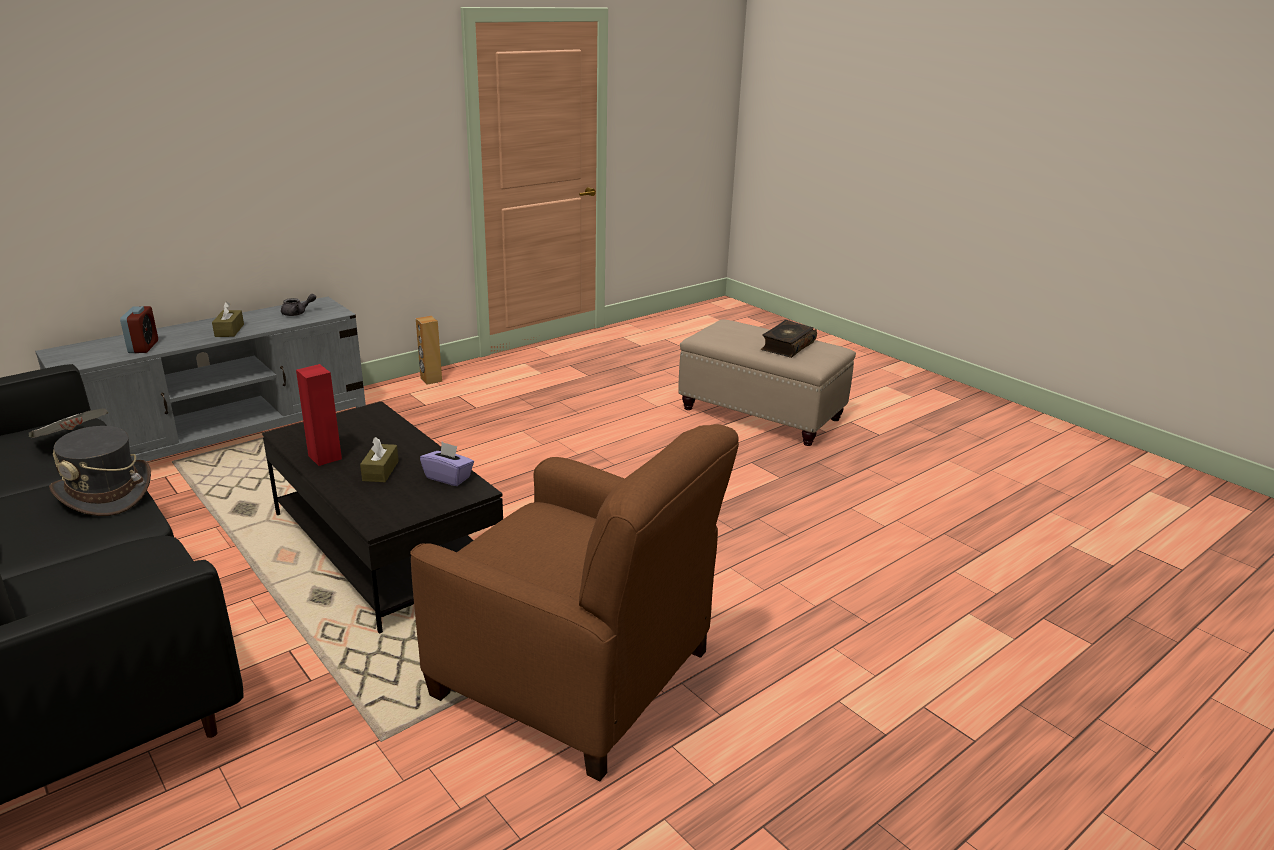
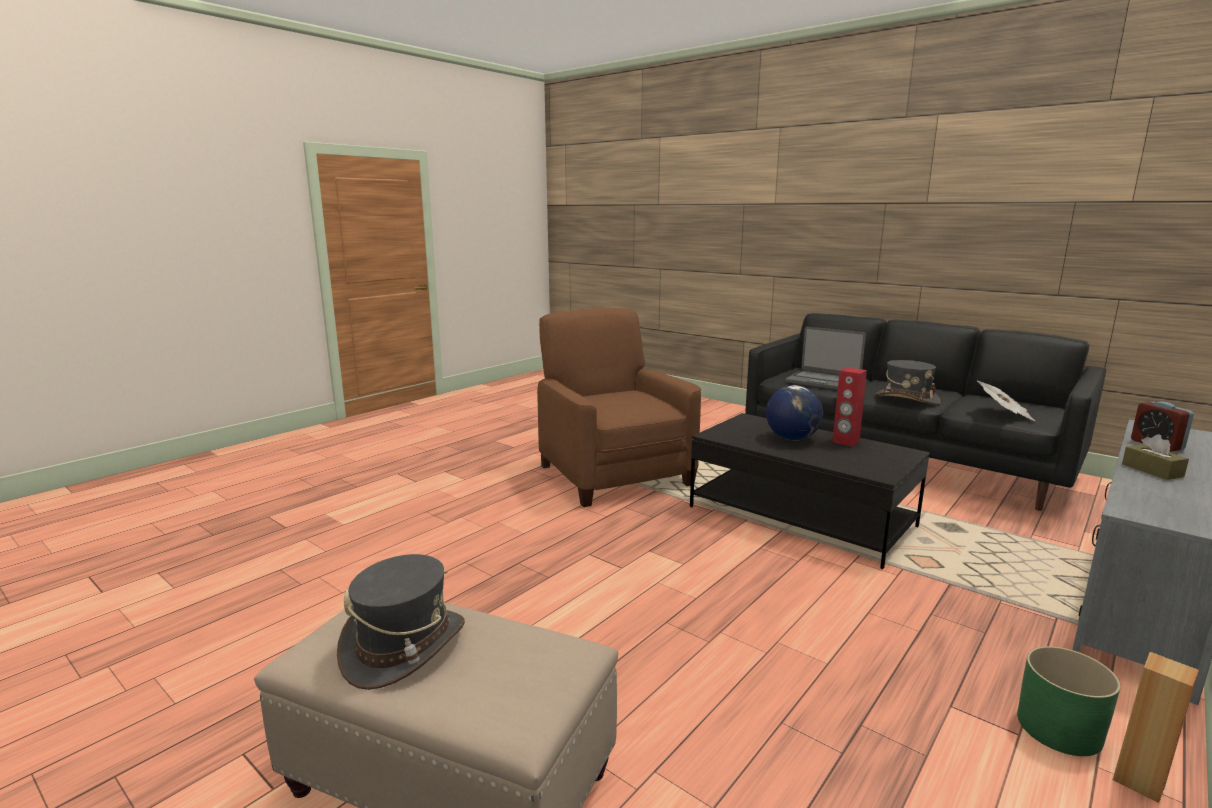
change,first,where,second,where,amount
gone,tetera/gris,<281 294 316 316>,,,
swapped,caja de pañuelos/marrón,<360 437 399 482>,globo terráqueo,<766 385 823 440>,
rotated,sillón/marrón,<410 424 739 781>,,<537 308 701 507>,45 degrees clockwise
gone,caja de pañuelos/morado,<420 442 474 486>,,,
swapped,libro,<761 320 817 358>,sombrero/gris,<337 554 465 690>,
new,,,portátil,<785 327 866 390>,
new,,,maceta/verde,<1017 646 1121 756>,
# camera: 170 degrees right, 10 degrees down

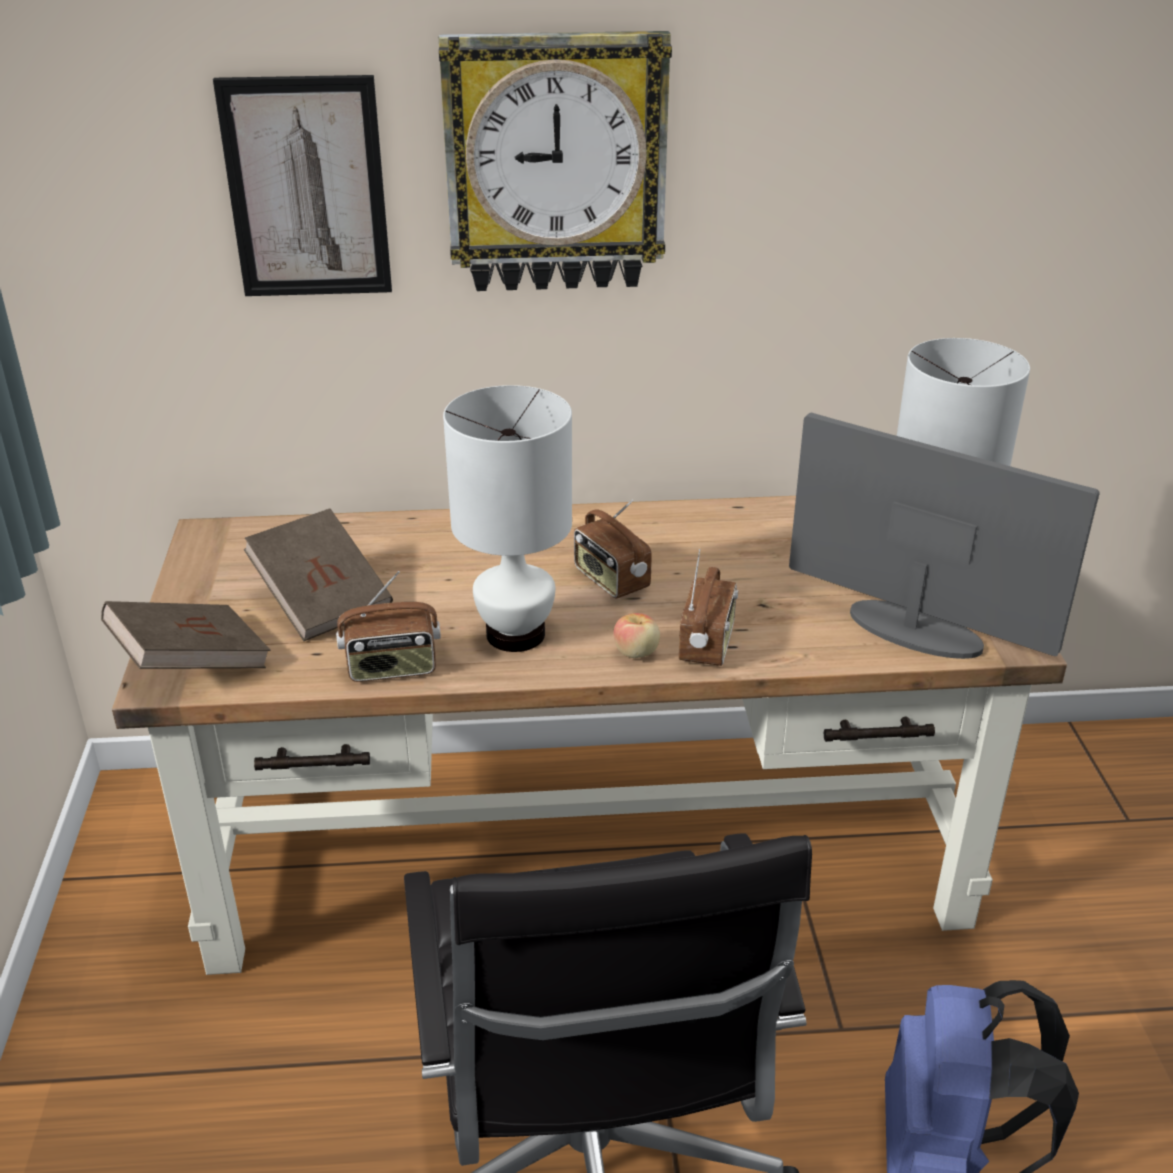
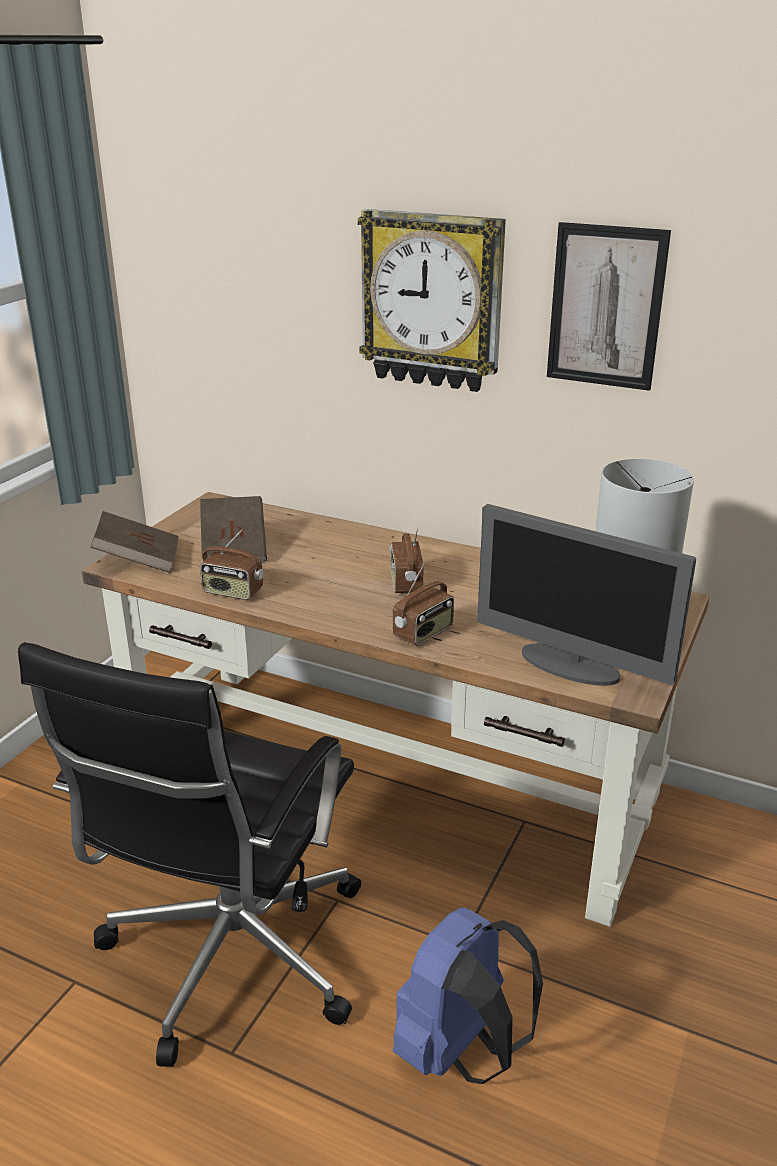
change,first,where,second,where,amount
shifted,cuadro,<213 75 392 296>,,<547 222 671 391>,
gone,lámpara de mesa/blanco,<443 385 572 652>,,,
gone,manzana,<613 613 660 658>,,,
rotated,monitor,<789 413 1100 659>,,<477 504 696 686>,150 degrees clockwise
# camera: 30 degrees right, 5 degrees down

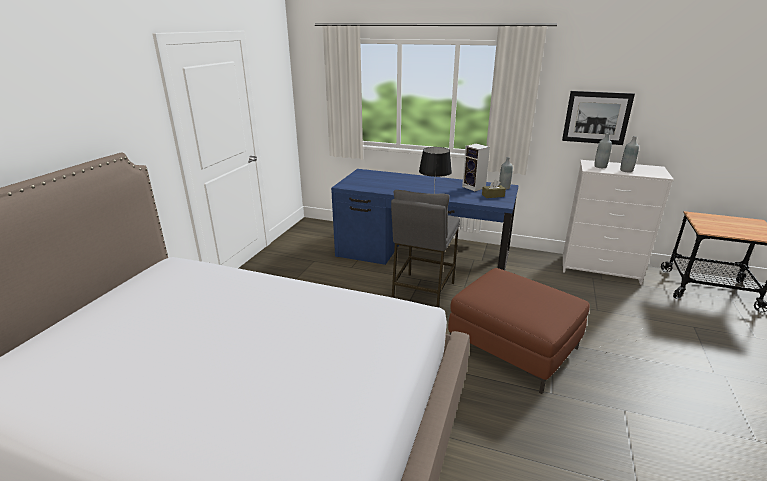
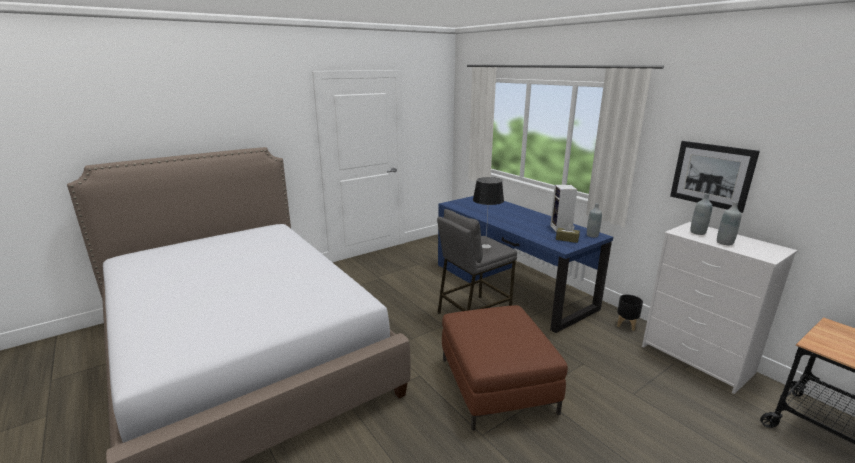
change,first,where,second,where,amount
new,,,maceta/negro,<617 294 643 331>,
# camera: 35 degrees right, 5 degrees down

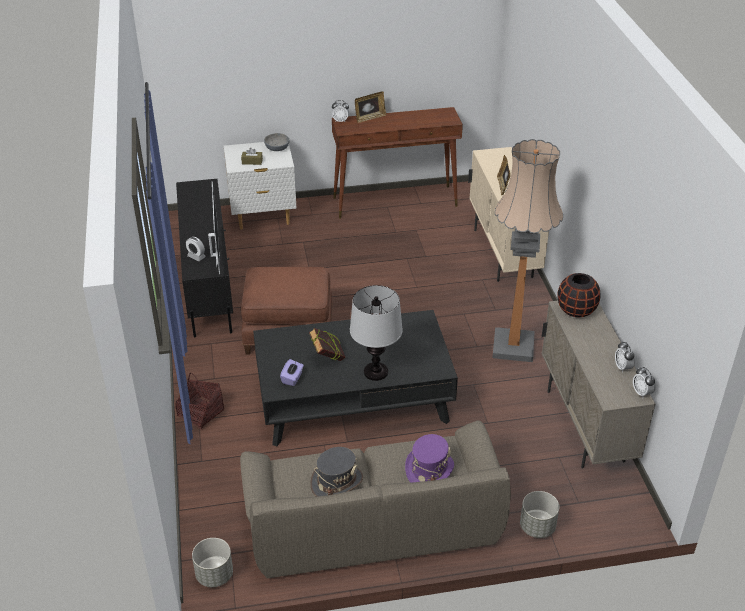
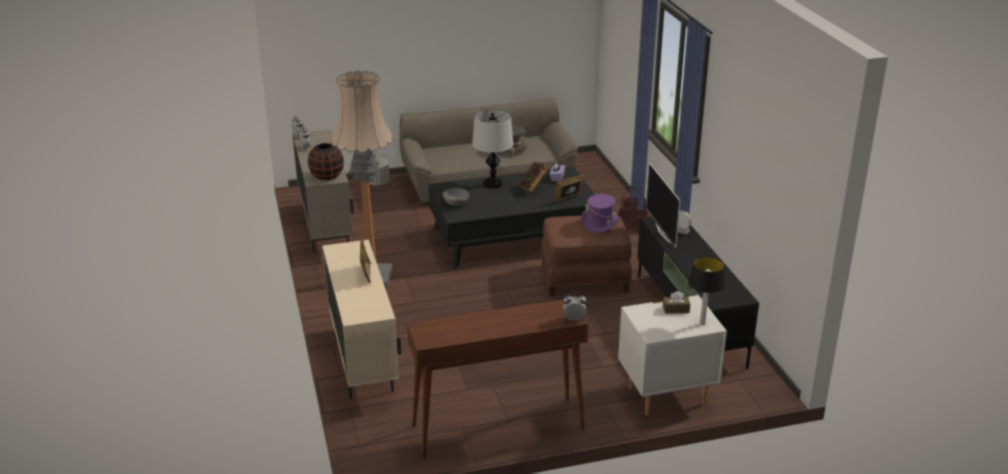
change,first,where,second,where,amount
gone,maceta/gris,<192 538 233 587>,,,
shifted,cuenco/gris,<264 133 289 151>,,<443 188 469 206>,
shifted,portarretratos,<355 91 386 123>,,<553 173 584 202>,
shifted,sombrero/morado,<405 434 454 483>,,<582 194 620 233>,
new,,,lámpara de mesa,<688 257 726 325>,
# camera: 175 degrees right, 10 degrees down

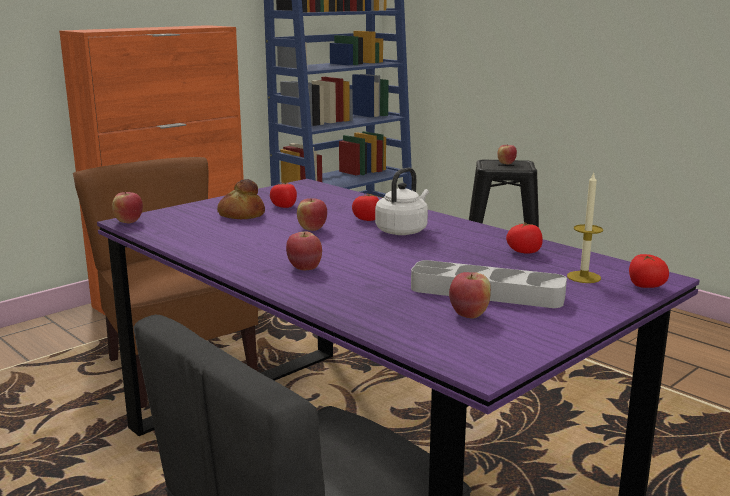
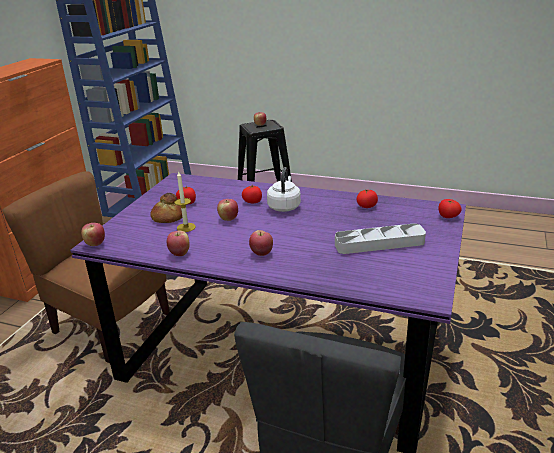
change,first,where,second,where,amount
shifted,manzana,<449 272 491 319>,,<167 231 190 256>,
shifted,vela,<567 172 603 283>,,<175 170 196 232>,
# camera: 25 degrees left, 10 degrees up

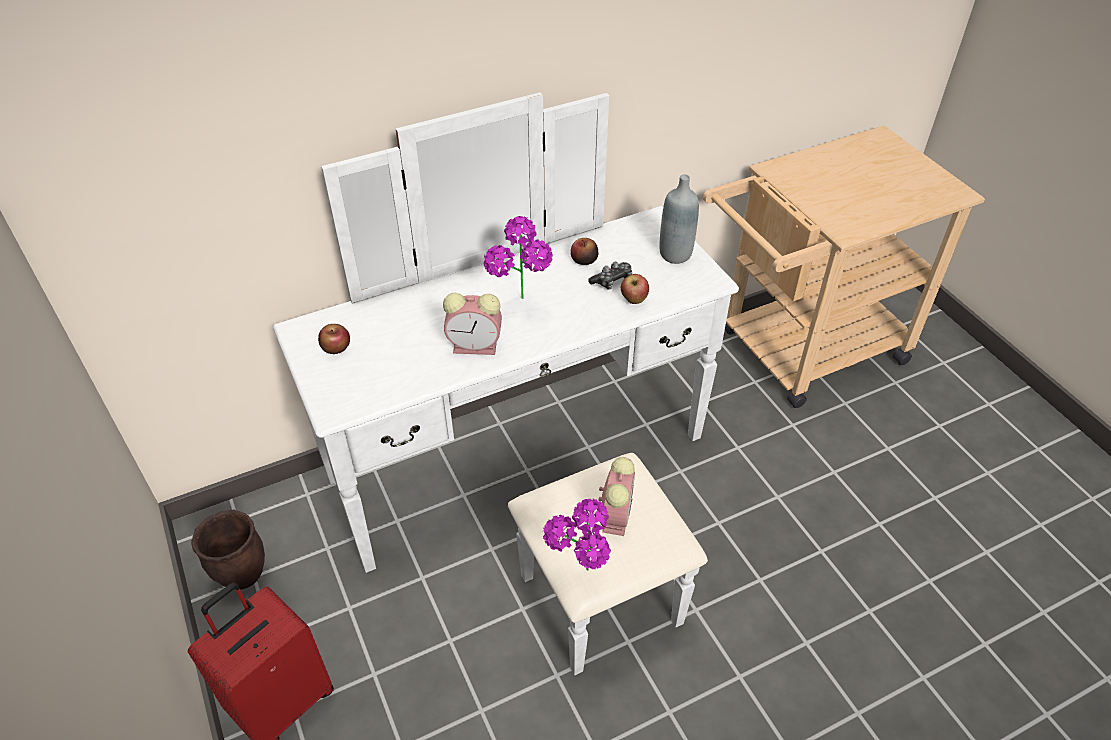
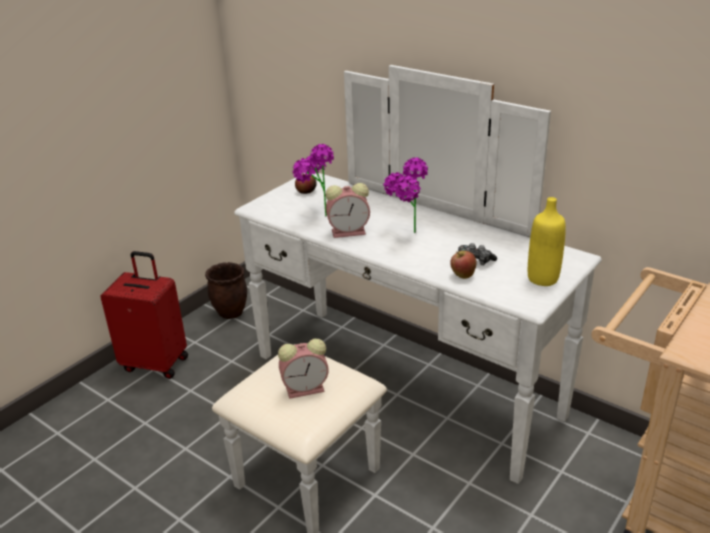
change,first,where,second,where,amount
rotated,despertador,<443 292 502 355>,,<326 183 370 238>,75 degrees counterclockwise
shifted,planta en maceta,<543 499 611 570>,,<292 144 334 217>,
gone,manzana,<571 238 598 265>,,,
repainted,botella/gris,<660 174 699 264>,botella/amarillo,<528 197 566 286>,
# camera: 65 degrees right, 15 degrees down

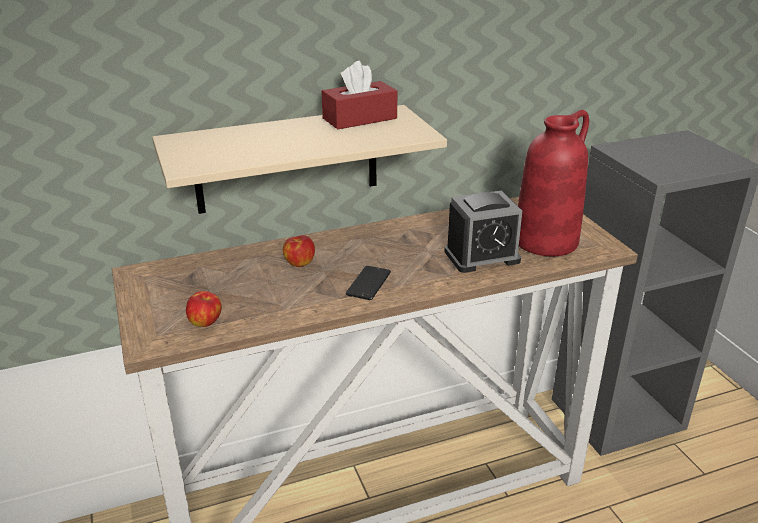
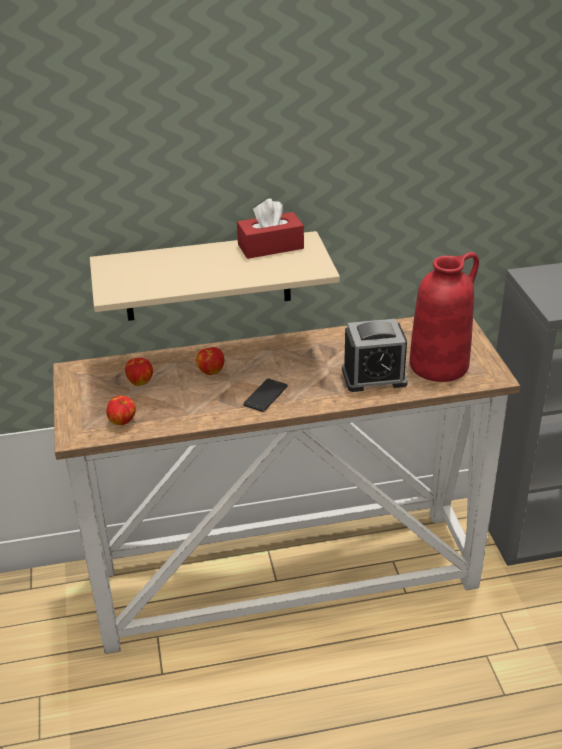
change,first,where,second,where,amount
new,,,manzana,<125 358 153 386>,
# camera: 10 degrees right, 5 degrees up

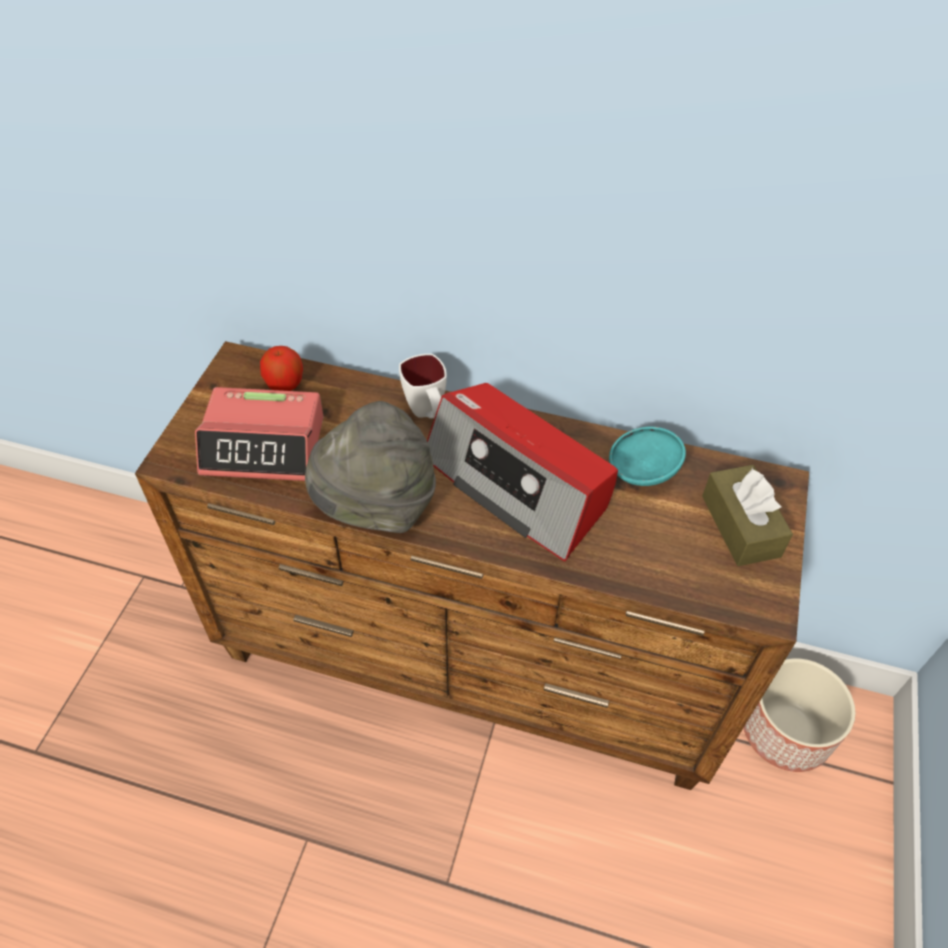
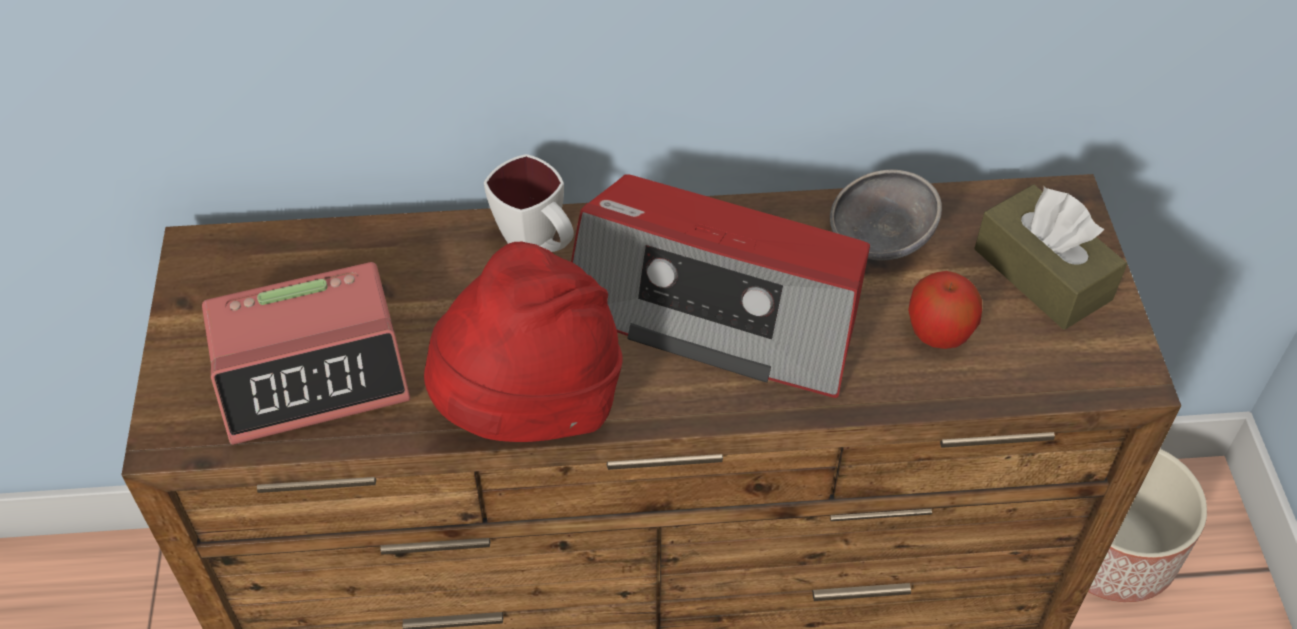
change,first,where,second,where,amount
shifted,manzana,<260 346 303 391>,,<908 271 982 349>,
repainted,sombrero/gris,<305 401 436 533>,sombrero/rojo,<424 242 623 442>,
repainted,cuenco/turquesa,<609 427 686 486>,cuenco/gris,<830 170 942 261>,
# camera: 20 degrees left, 0 degrees up

